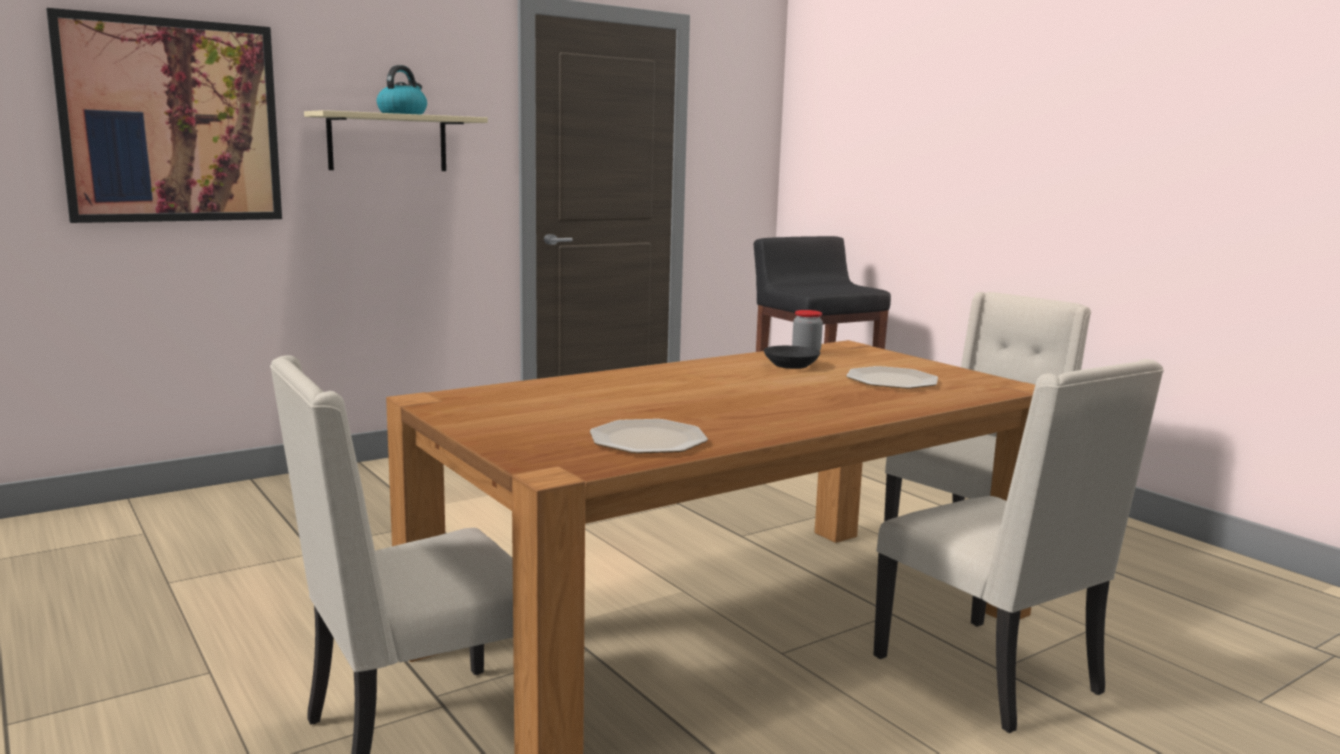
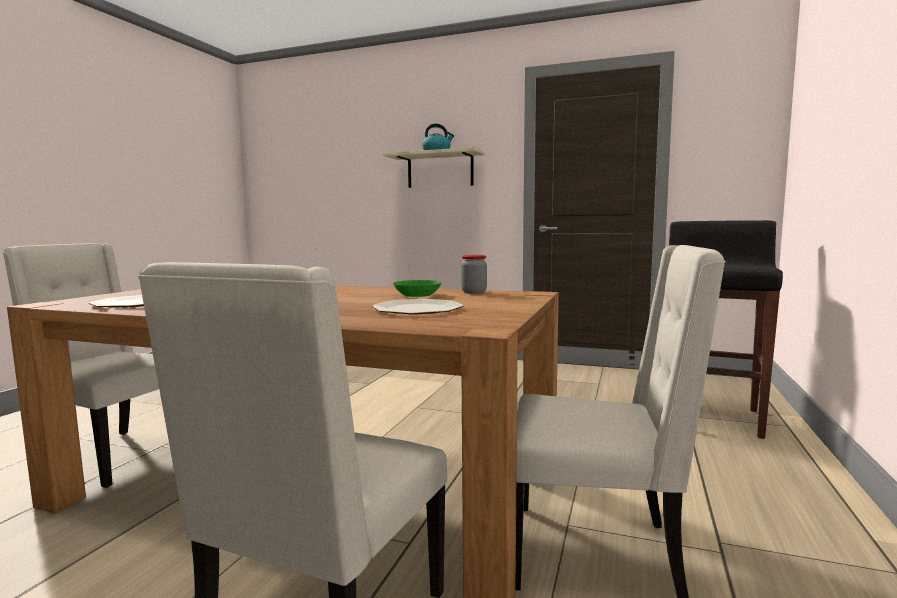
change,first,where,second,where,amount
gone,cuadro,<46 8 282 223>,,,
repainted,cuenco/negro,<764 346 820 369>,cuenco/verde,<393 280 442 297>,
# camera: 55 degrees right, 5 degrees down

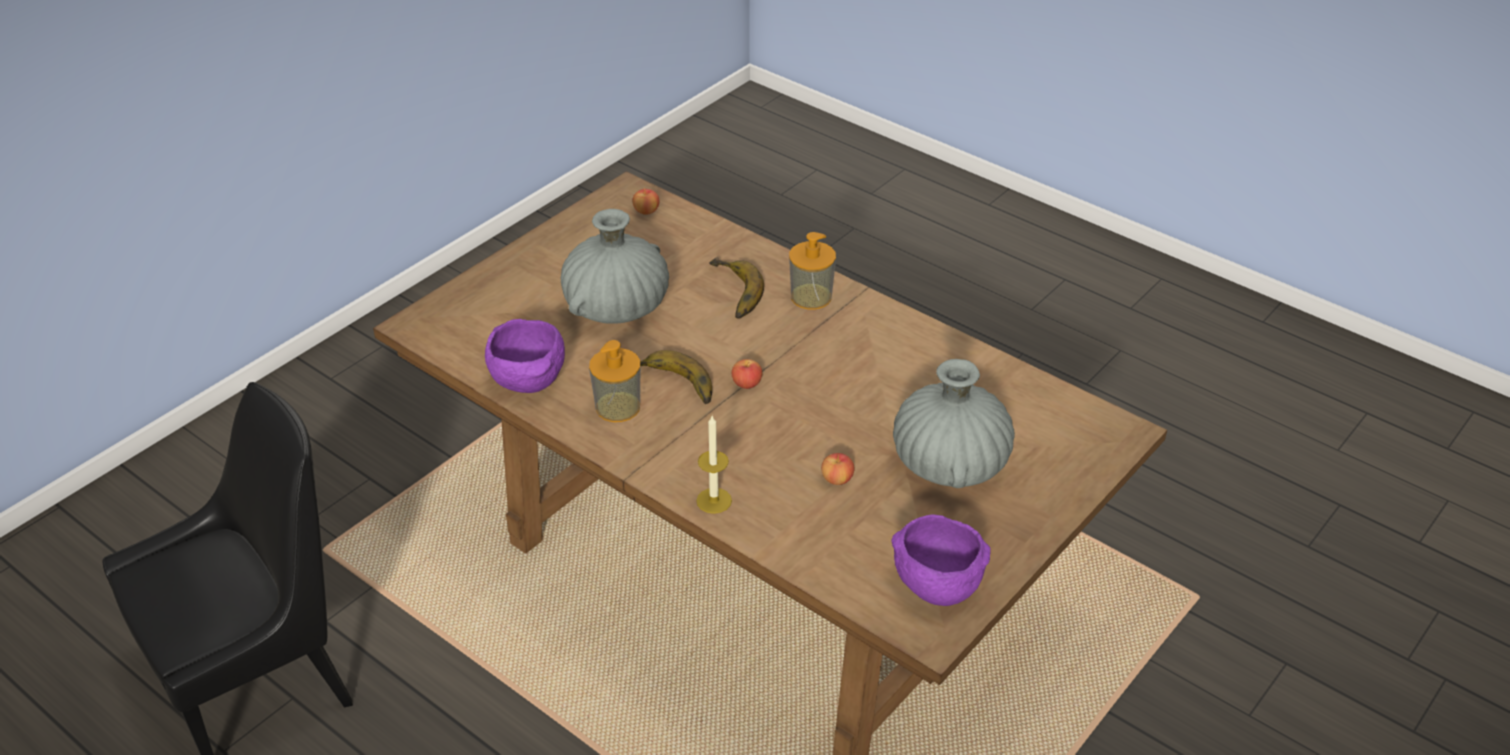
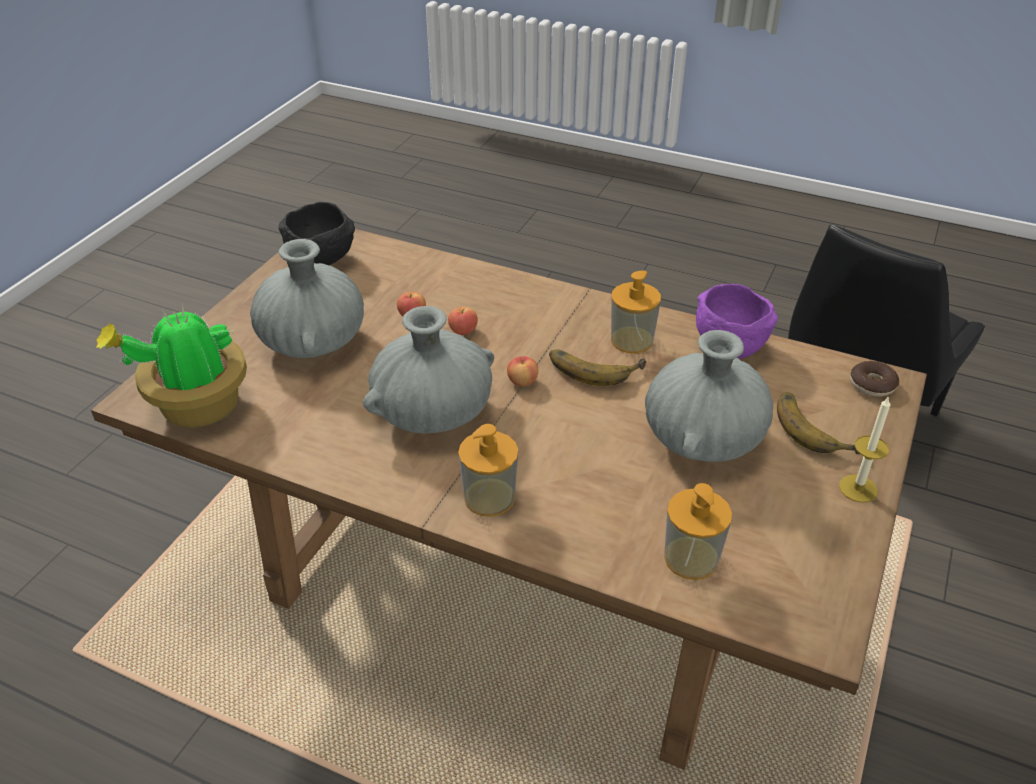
change,first,where,second,where,amount
shifted,manzana,<633 188 659 215>,,<448 307 478 335>,
shifted,vela,<696 416 732 514>,,<839 396 890 503>,
shifted,plátano,<710 257 764 319>,,<777 392 860 454>,
repainted,cuenco/morado,<892 514 991 606>,cuenco/negro,<278 202 355 265>,
new,,,planta en maceta,<96 305 247 427>,
new,,,florero/gris,<363 306 494 433>,
new,,,dispensador de jabón,<664 483 732 580>,
new,,,rosquilla,<850 361 899 397>,
# camera: 165 degrees right, 0 degrees up

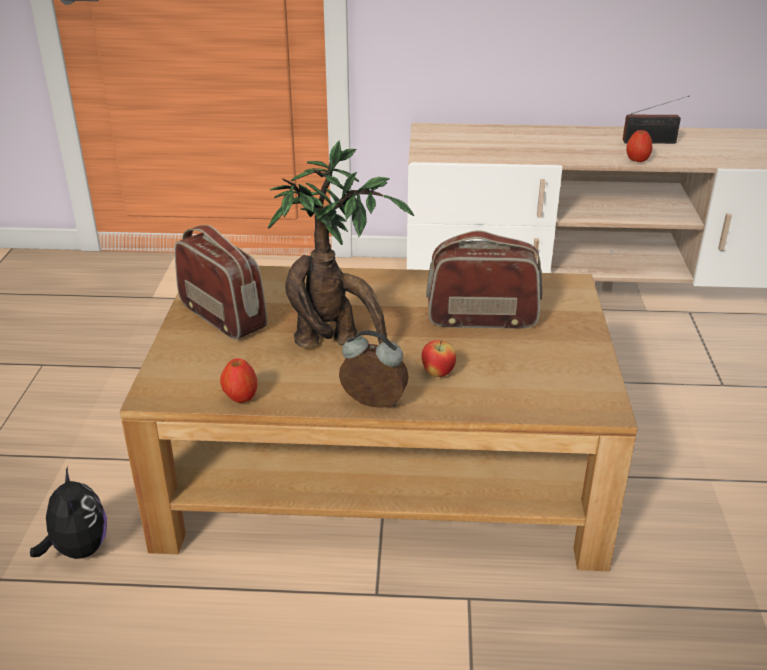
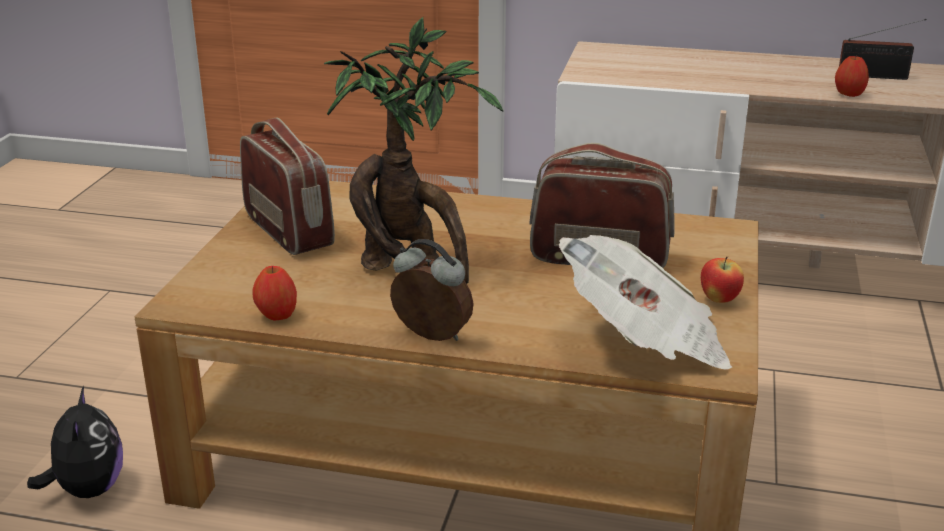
change,first,where,second,where,amount
shifted,manzana,<422 340 456 377>,,<701 256 744 303>,
new,,,periódico,<559 235 732 370>,
# camera: 10 degrees right, 5 degrees down

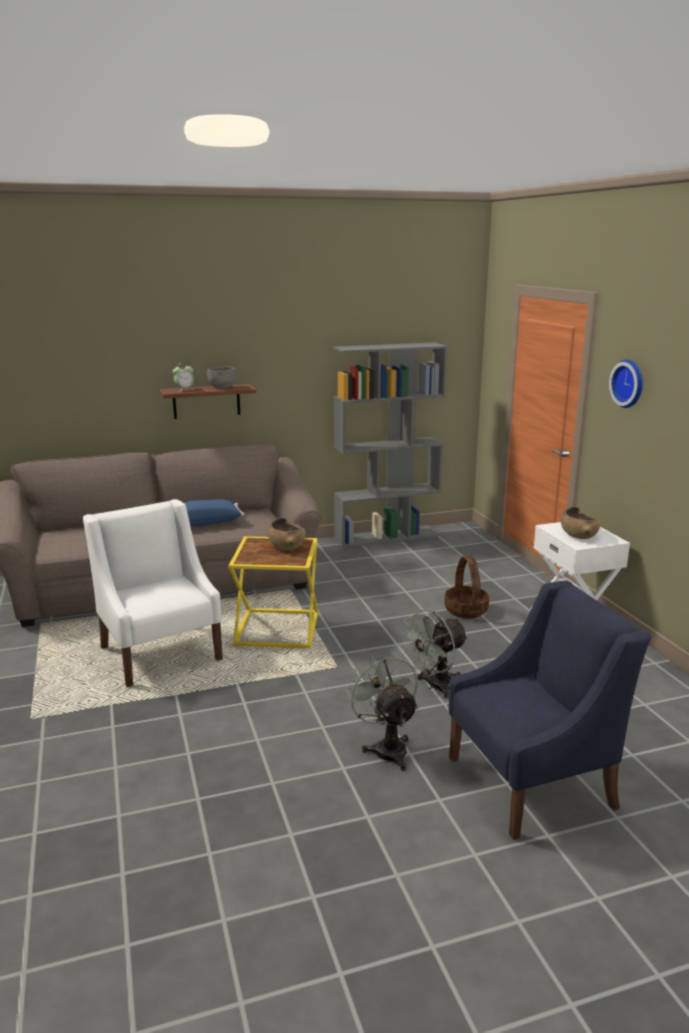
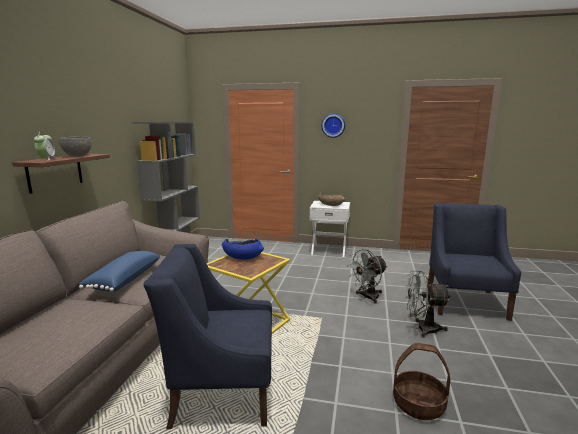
change,first,where,second,where,amount
repainted,sillón/blanco,<83 499 223 687>,sillón/azul,<143 244 272 429>,
repainted,cuenco/marrón,<268 517 306 550>,cuenco/azul,<222 239 264 260>,
rotated,ventilador/gris,<401 609 468 698>,,<349 249 387 303>,60 degrees clockwise
shifted,cesta,<444 556 489 619>,,<393 343 450 420>,
# camera: 60 degrees left, 5 degrees down

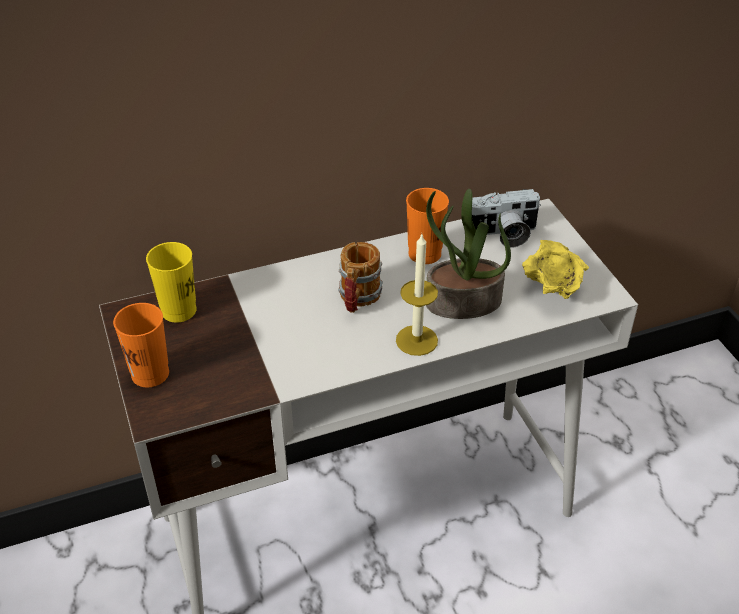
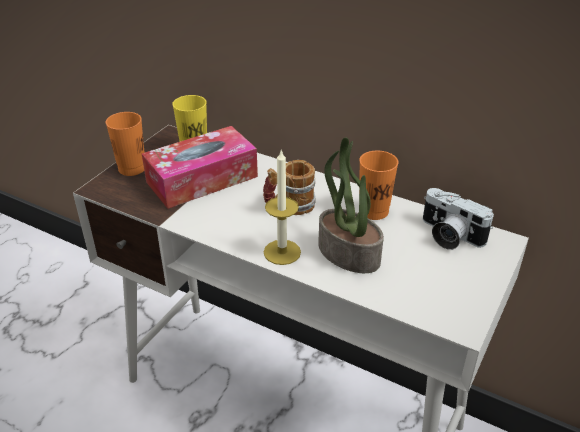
change,first,where,second,where,amount
gone,cuenco/amarillo,<522 240 589 299>,,,
new,,,caja de pañuelos,<142 126 258 209>,
# camera: 50 degrees right, 5 degrees down

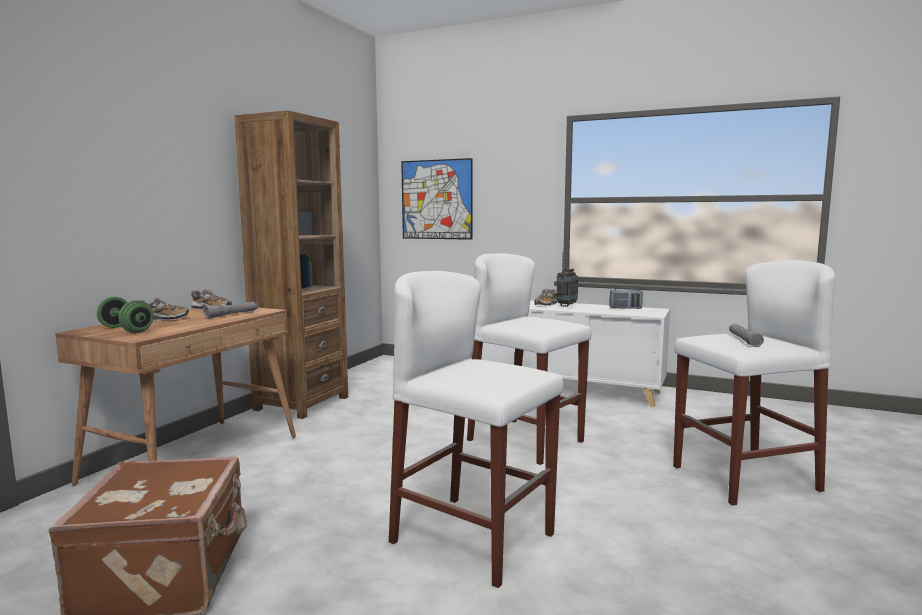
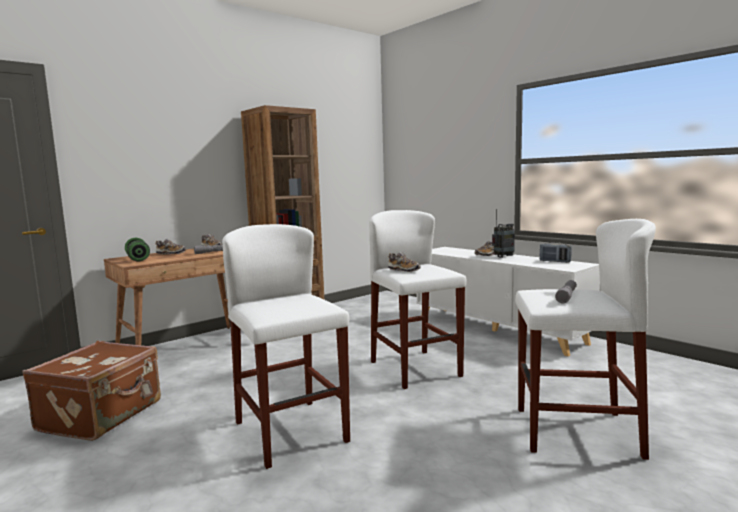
change,first,where,second,where,amount
gone,cuadro,<401 158 473 240>,,,
new,,,zapato,<388 252 421 272>,
# camera: 25 degrees right, 0 degrees up

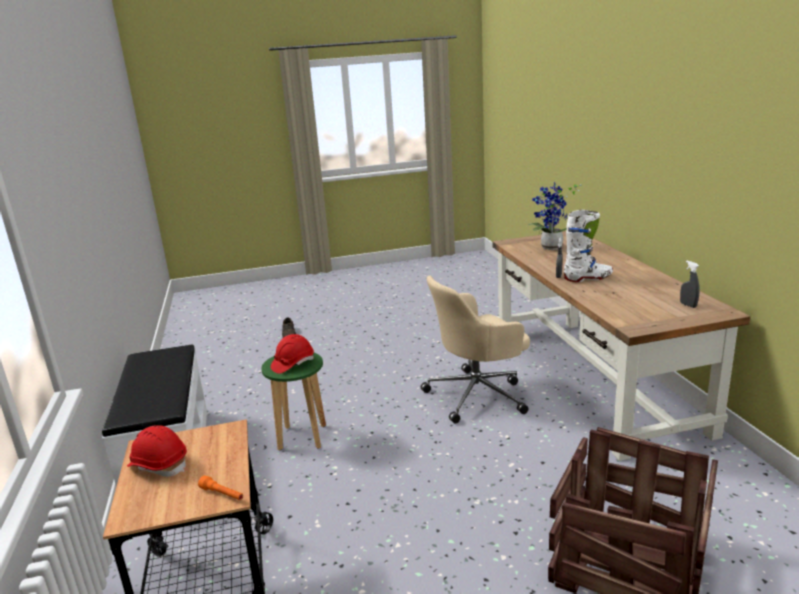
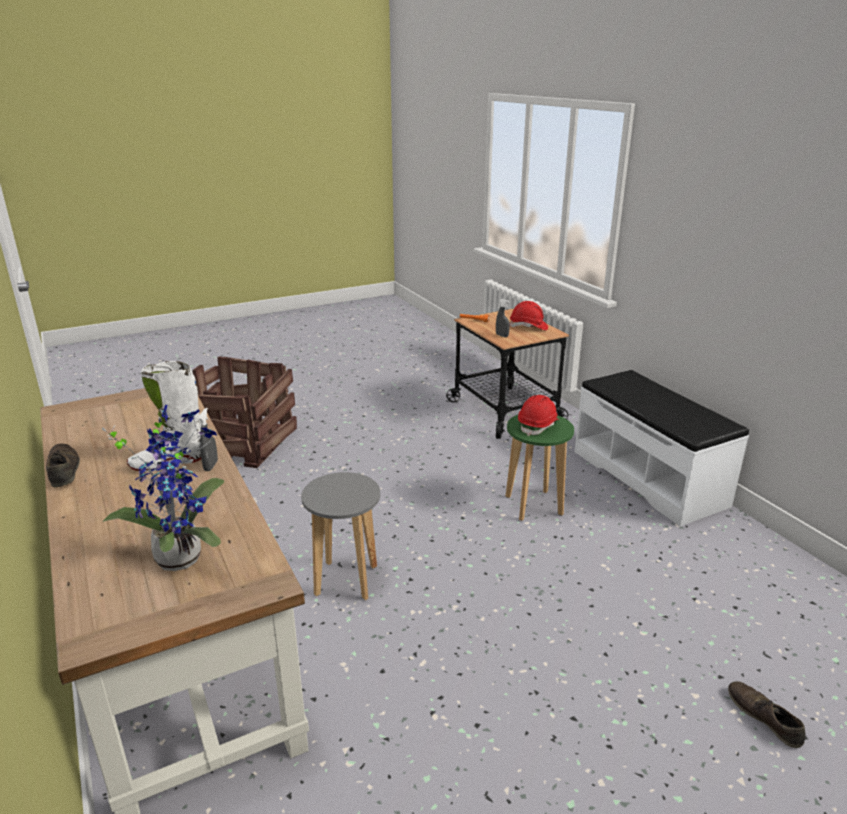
change,first,where,second,where,amount
swapped,silla de oficina/beis,<421 275 530 424>,taburete/gris,<301 472 380 600>,
shifted,pulverizador/gris,<680 261 700 308>,,<496 299 510 337>,
new,,,zapato/marrón,<46 444 80 488>,
# camera: 165 degrees right, 5 degrees up

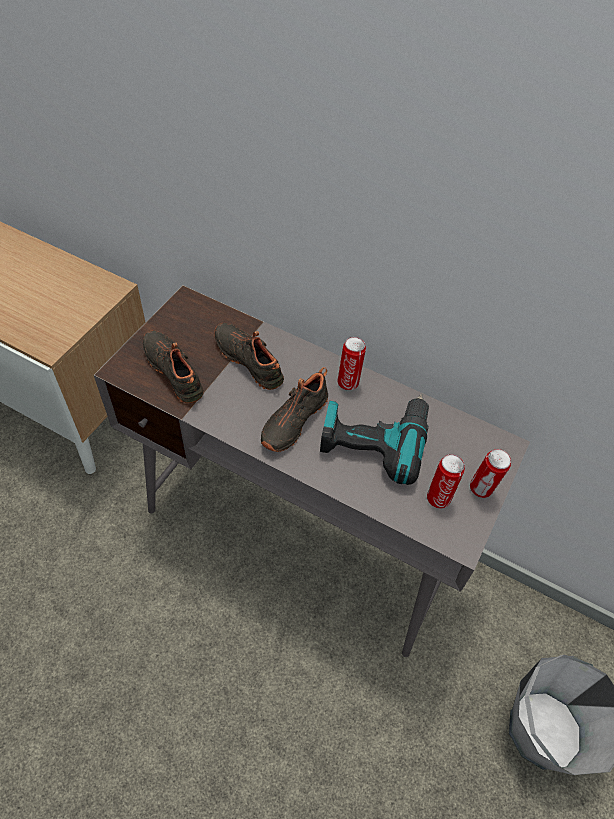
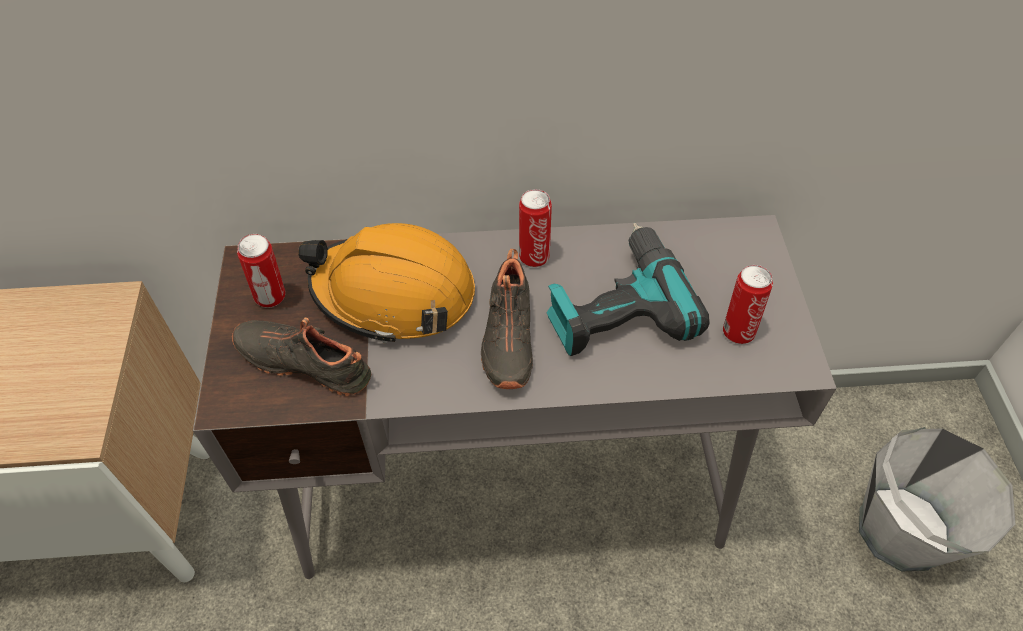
change,first,where,second,where,amount
swapped,zapato/negro,<214 323 284 390>,casco/naranja,<298 223 475 344>,
shifted,lata,<470 449 511 498>,,<237 234 285 308>,
# camera: 30 degrees left, 0 degrees up

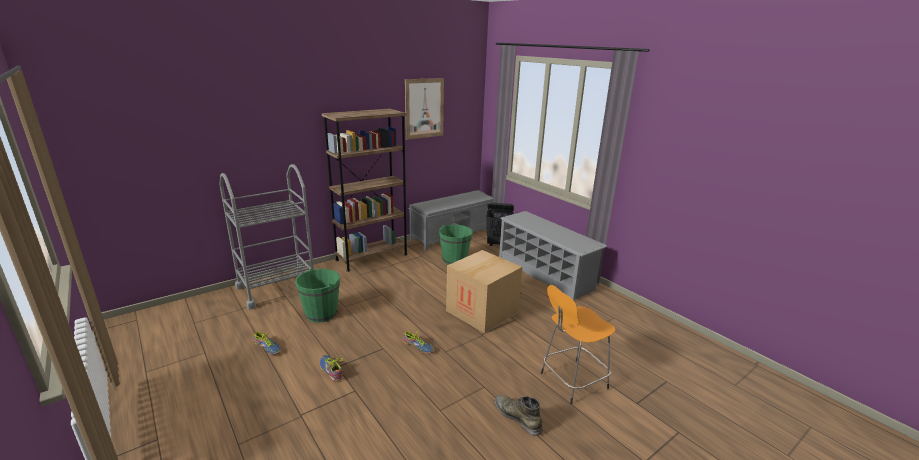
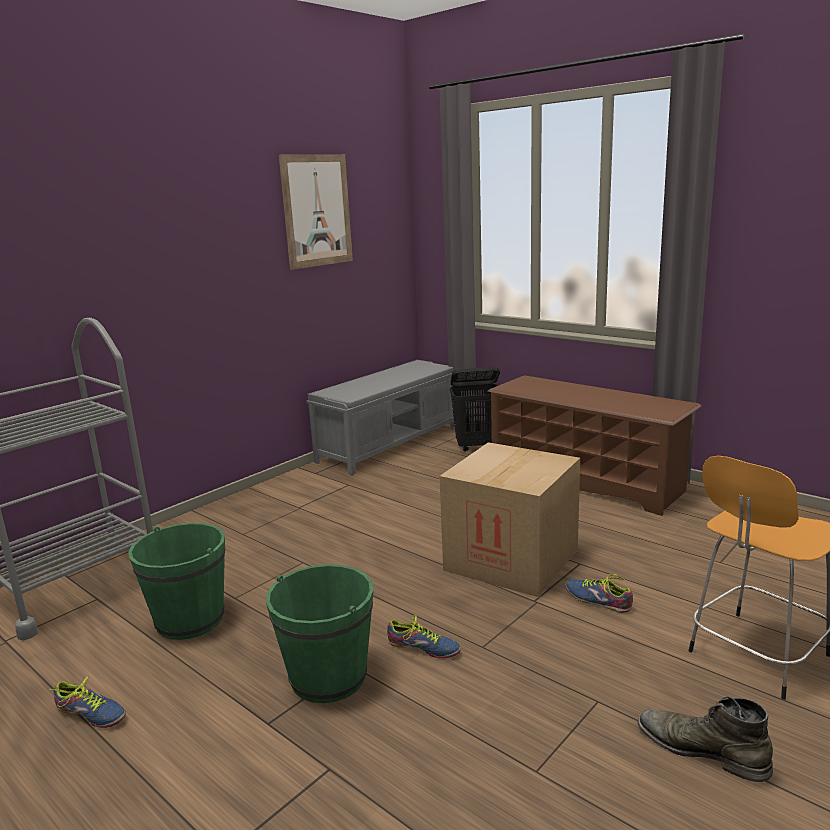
change,first,where,second,where,amount
shifted,zapato,<320 355 344 381>,,<565 574 633 613>,
gone,estantería/marrón,<322 109 408 272>,,,
shifted,cubo/verde,<439 225 473 265>,,<266 564 374 703>,
repainted,zapatero/gris,<499 211 607 300>,zapatero/marrón,<487 375 702 516>,
# camera: 10 degrees left, 5 degrees down

